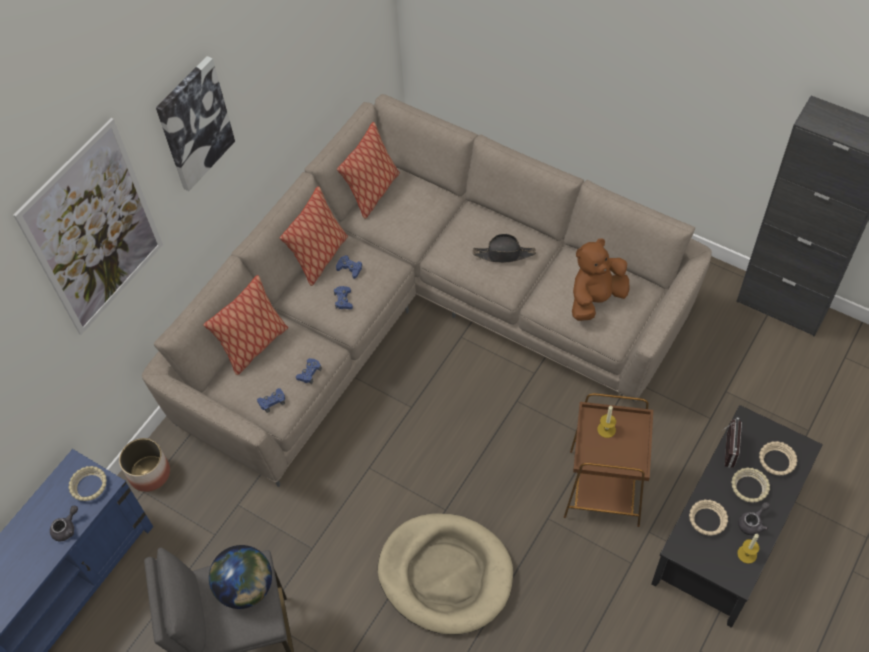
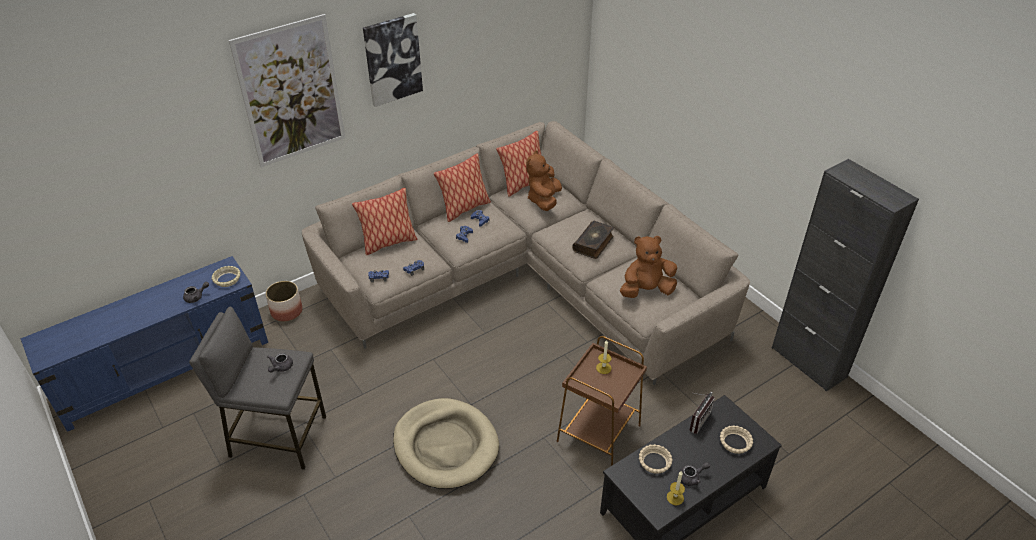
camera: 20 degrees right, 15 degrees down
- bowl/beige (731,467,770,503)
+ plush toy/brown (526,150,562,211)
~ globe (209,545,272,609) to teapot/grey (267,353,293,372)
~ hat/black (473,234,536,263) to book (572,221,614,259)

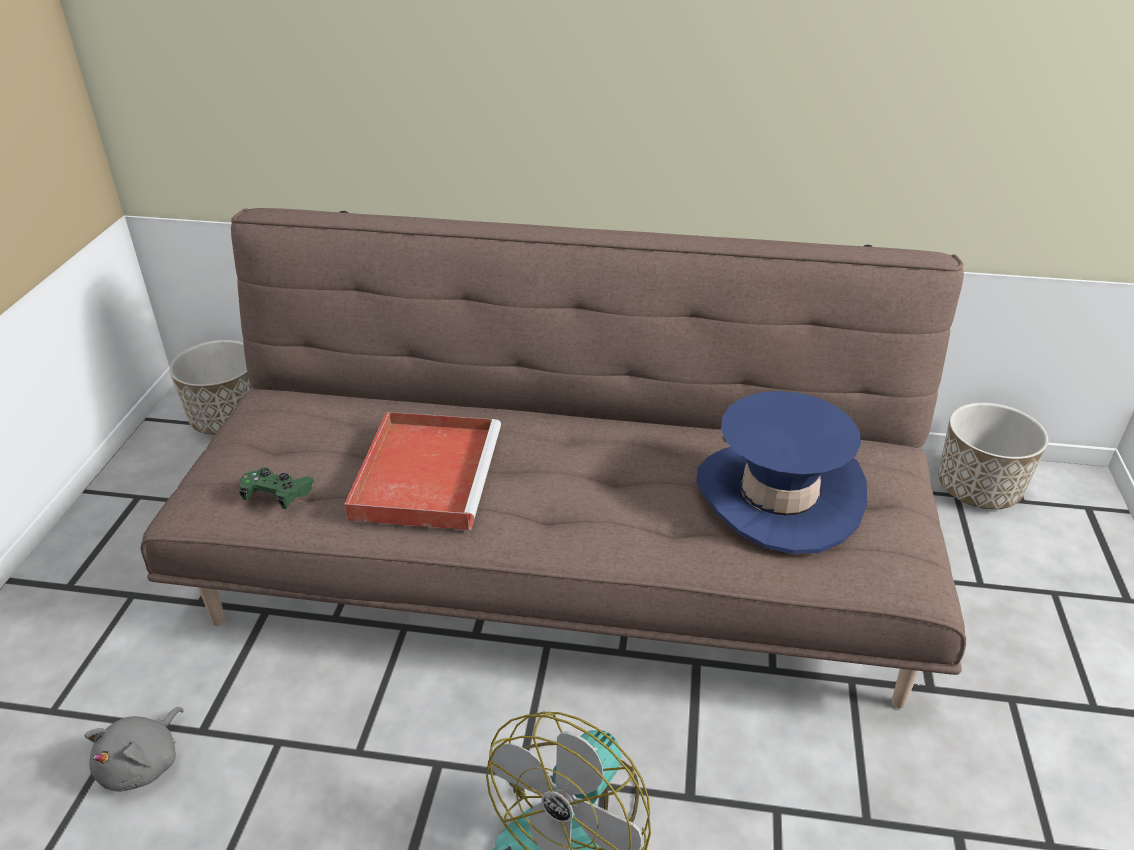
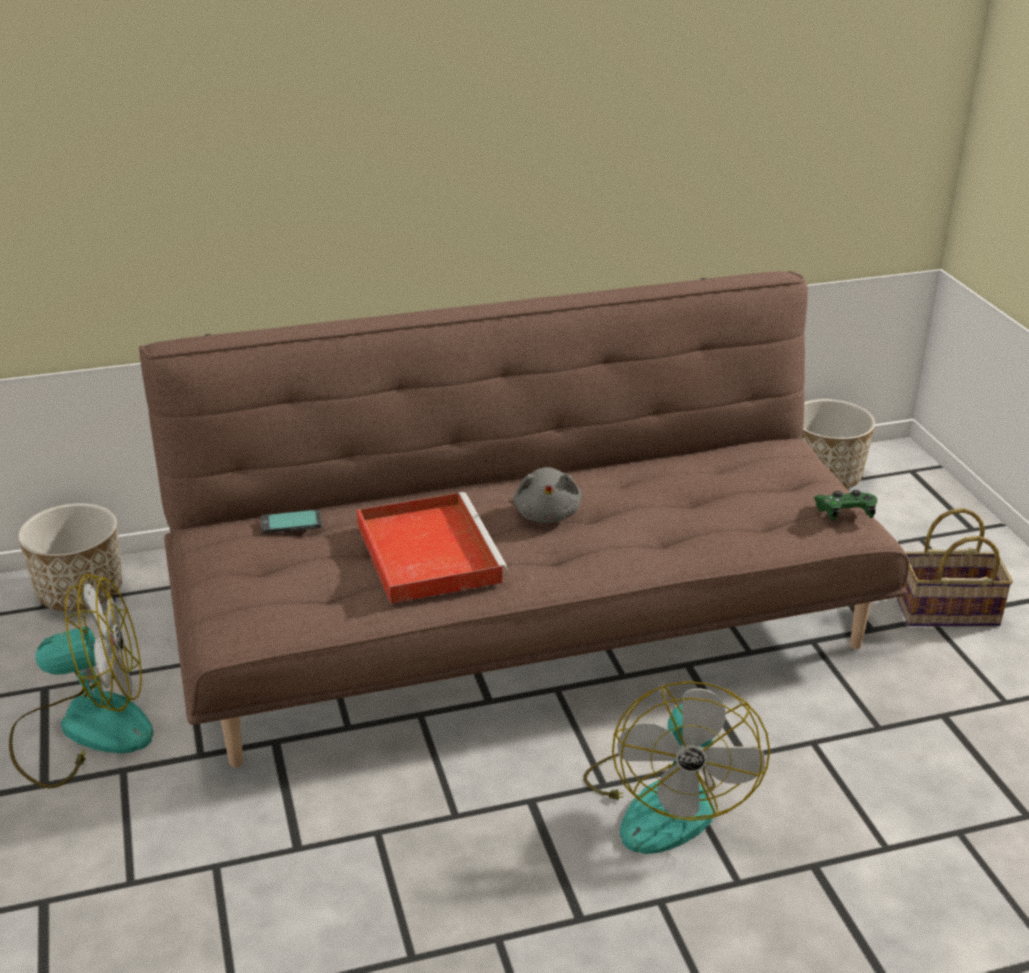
camera: 25 degrees left, 5 degrees down
- hat/blue (696,391,867,554)
+ fan (9,574,153,788)
+ phone (260,510,322,534)
+ basket (897,508,1013,626)
~ plush toy/grey (85,707,184,792) to (513,467,582,523)
~ game controller/green (239,467,314,509) to (814,490,877,521)

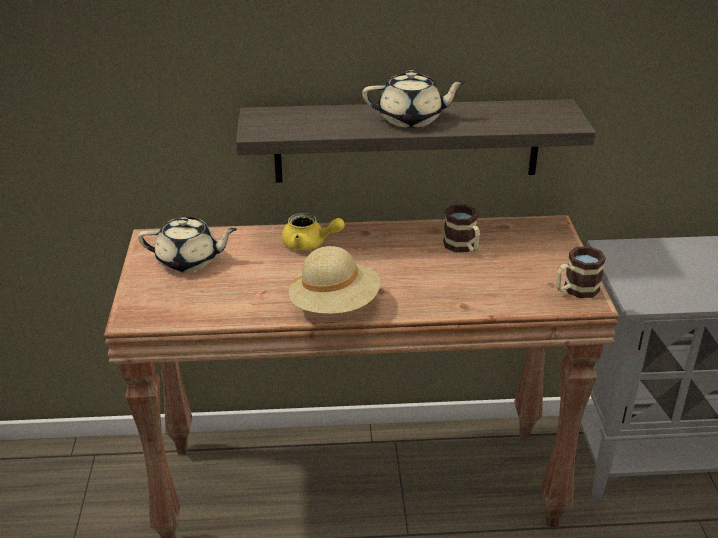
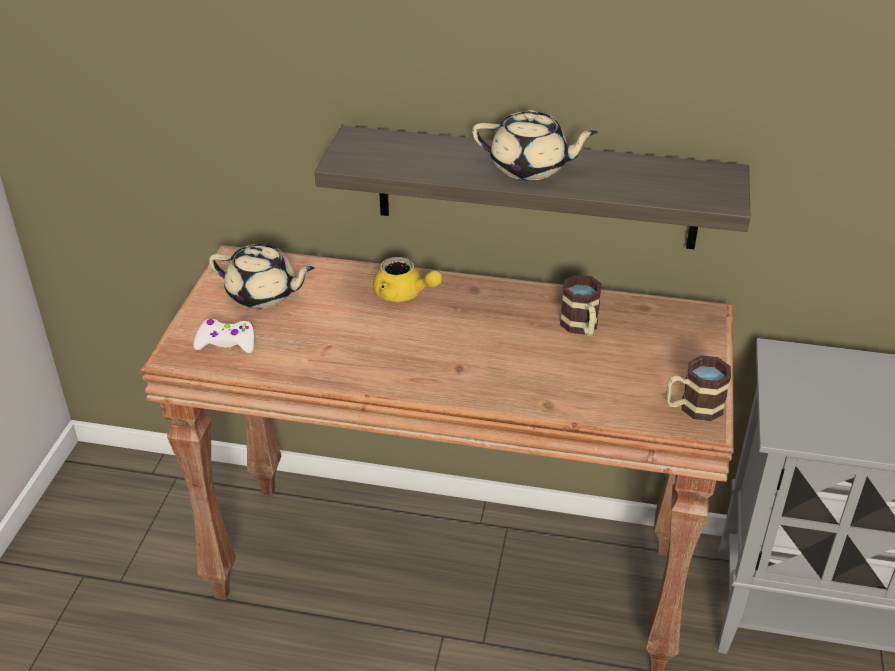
camera: 15 degrees right, 5 degrees up
- hat/beige (289,246,380,314)
+ game controller/white (194,319,255,353)

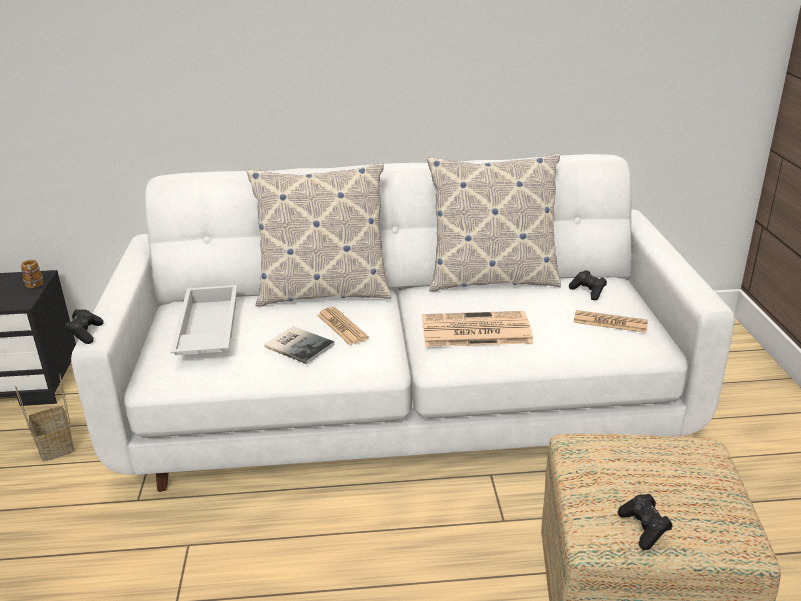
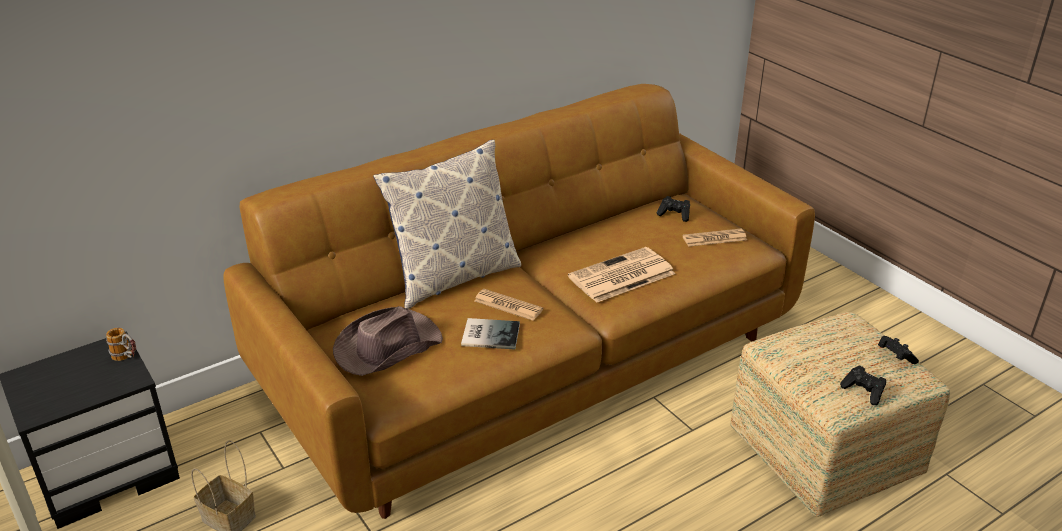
camera: 30 degrees left, 5 degrees up
- pillow (427,153,561,291)
~ game controller/black (64,309,104,344) to (878,336,919,364)
~ tray/white (170,285,237,355) to hat/brown (333,306,443,376)
~ sofa/white (71,154,735,492) to sofa/brown (223,84,815,519)

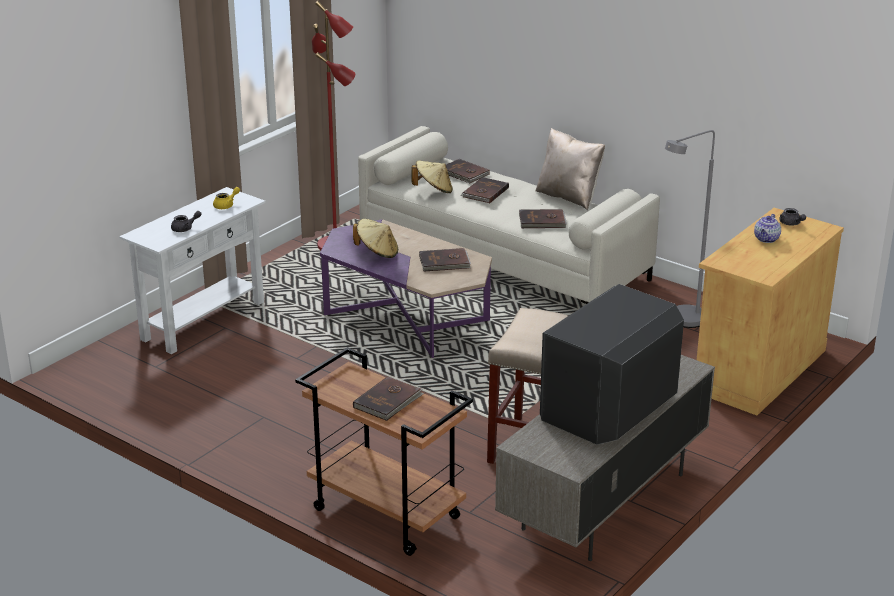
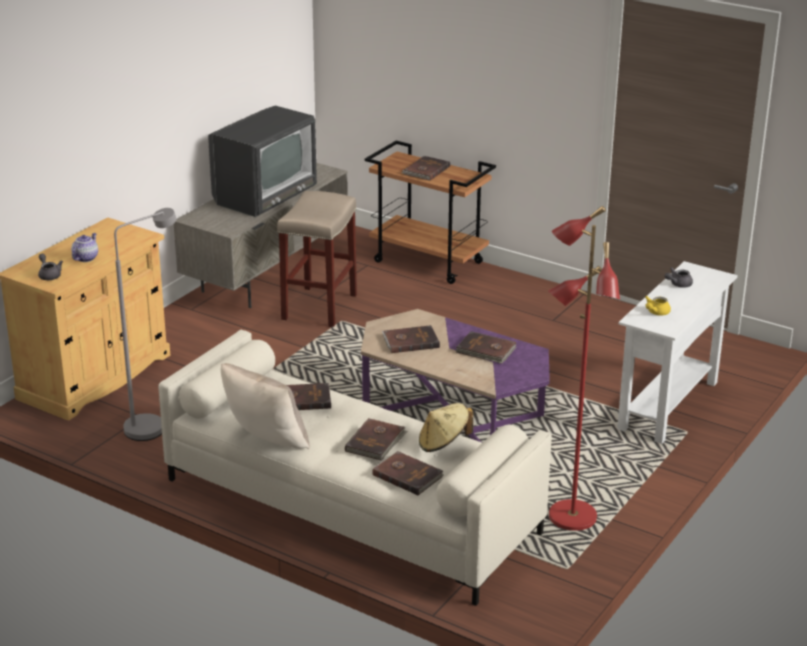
camera: 175 degrees right, 0 degrees up
~ hat/beige (353,219,398,258) to book/brown (455,331,516,364)

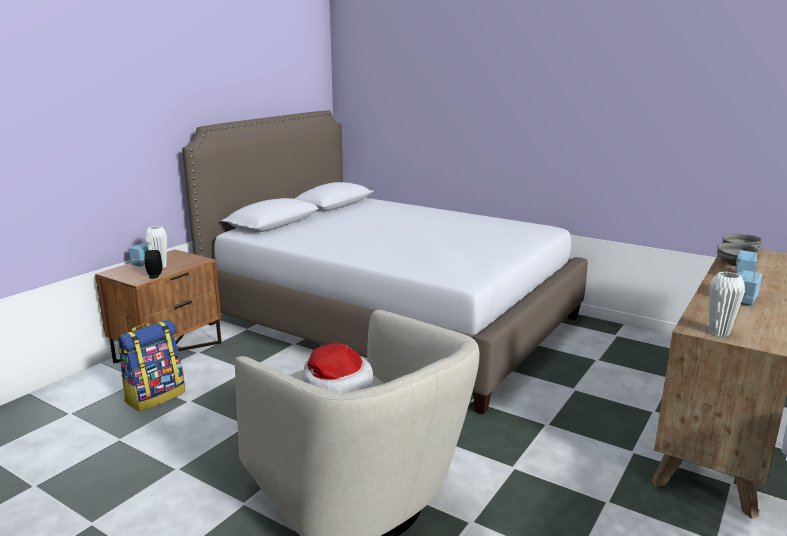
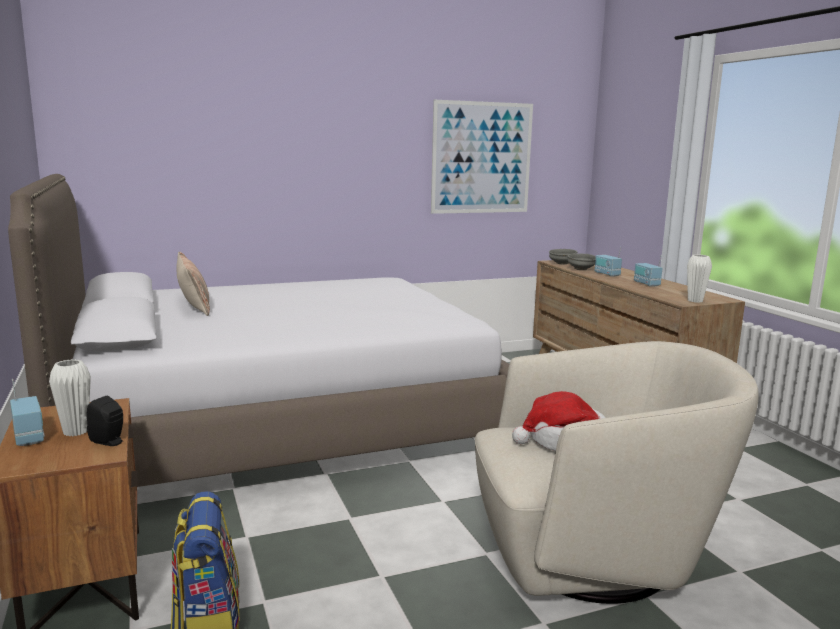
camera: 55 degrees left, 5 degrees down
+ pillow (176,252,210,316)
+ picture (431,100,533,214)

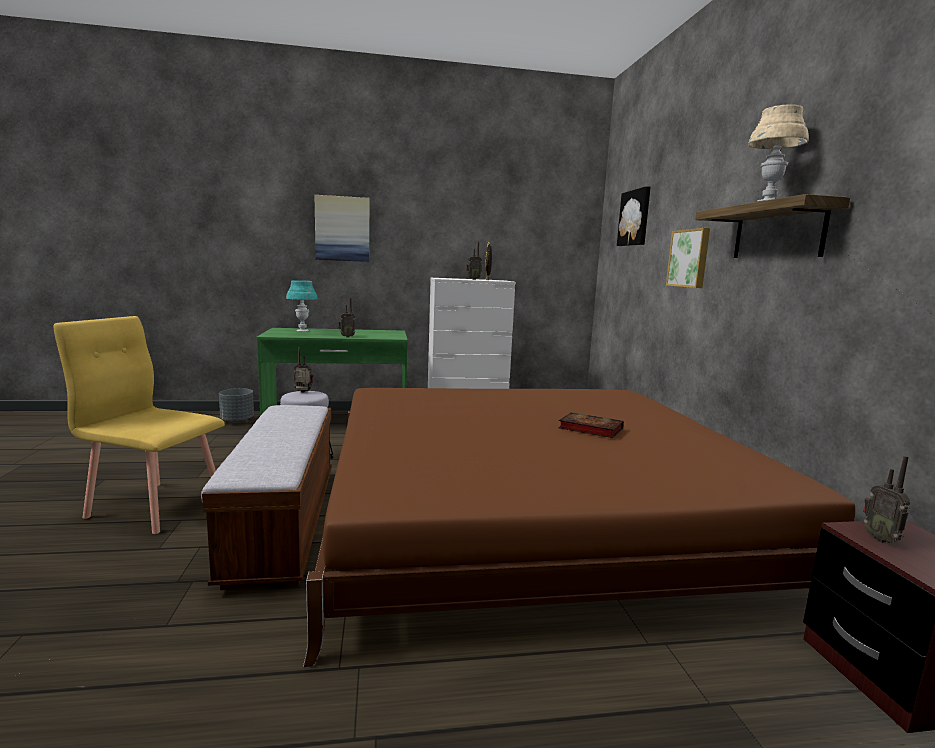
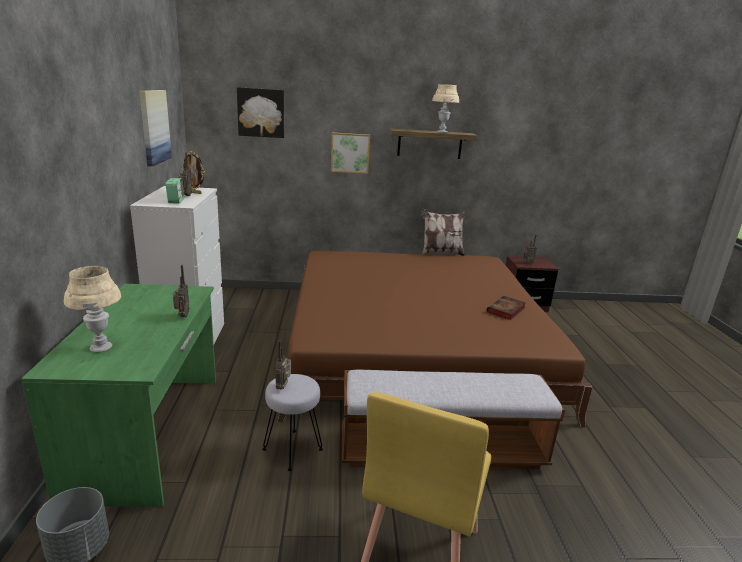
camera: 85 degrees left, 10 degrees up
+ alarm clock (166,178,184,204)
+ pillow (421,209,465,256)
~ picture (315,195,370,262) to (140,90,172,166)
~ book (558,412,624,438) to (487,296,526,320)
~ table lamp/turquoise (286,280,318,332) to table lamp/beige (64,266,121,352)

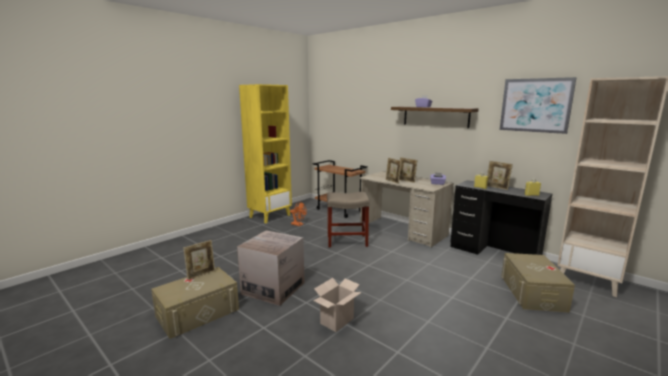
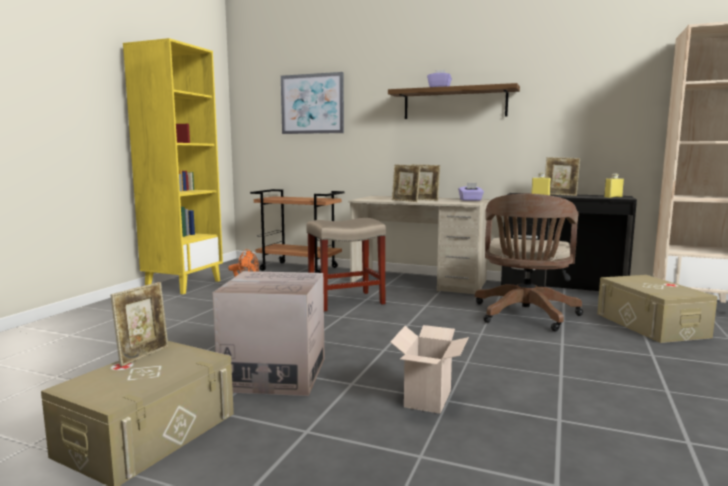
camera: 20 degrees left, 5 degrees down
+ office chair/brown (475,194,583,331)
~ picture (500,77,577,134) to (281,72,344,134)

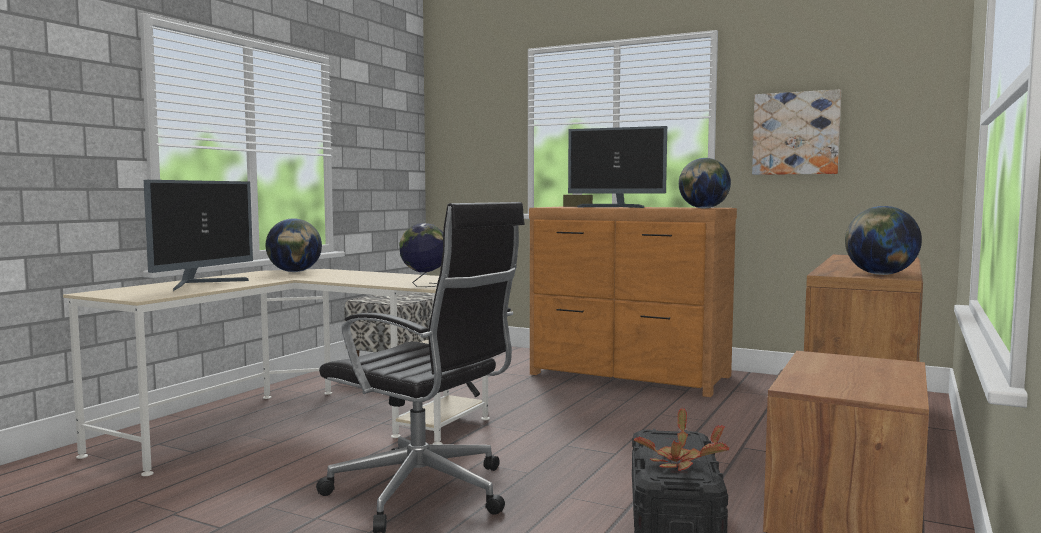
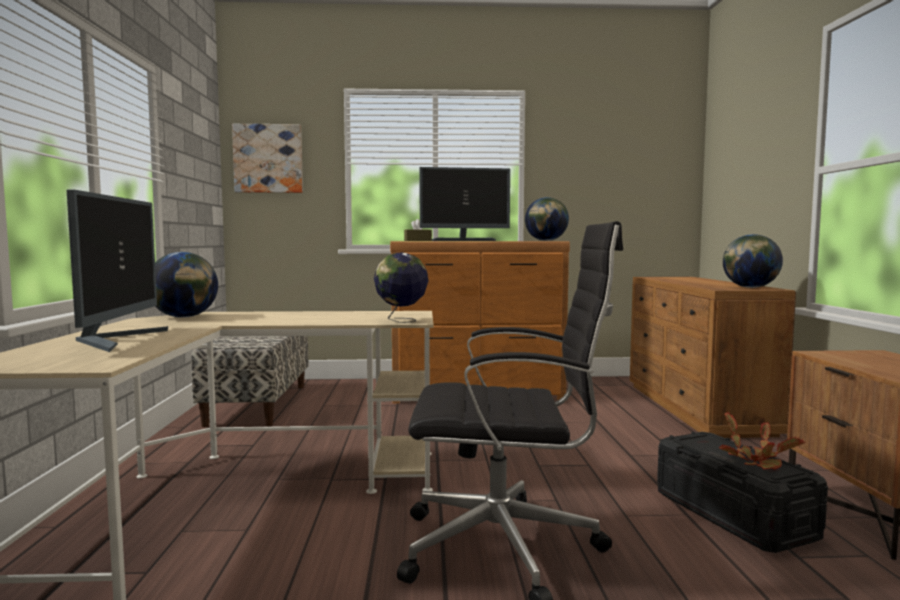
camera: 30 degrees left, 0 degrees up
~ picture (752,89,841,175) to (232,124,303,193)

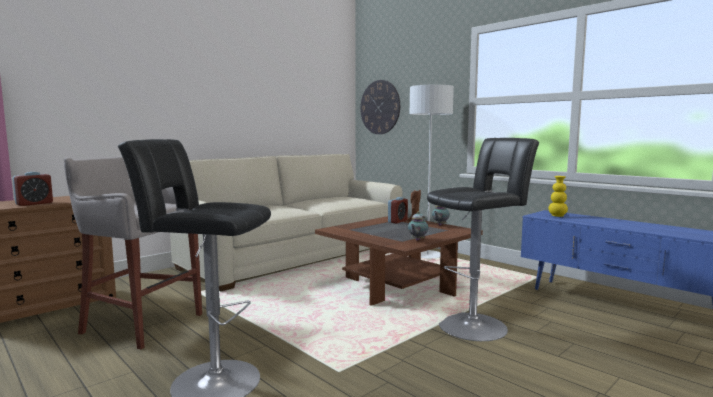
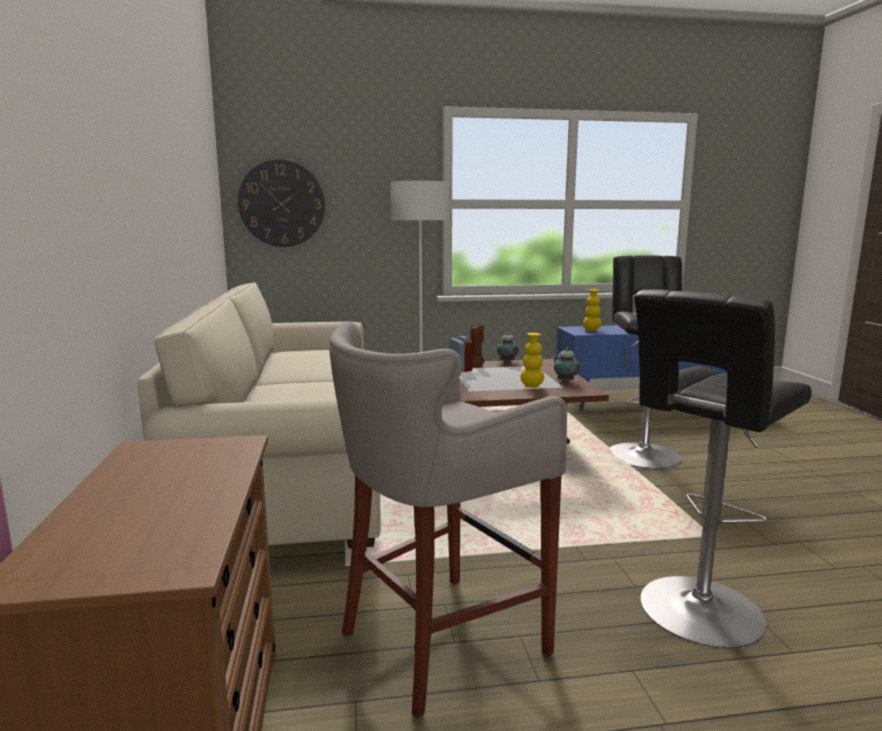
camera: 55 degrees left, 5 degrees up
- alarm clock (13,172,53,206)
+ vase/yellow (520,333,544,388)

